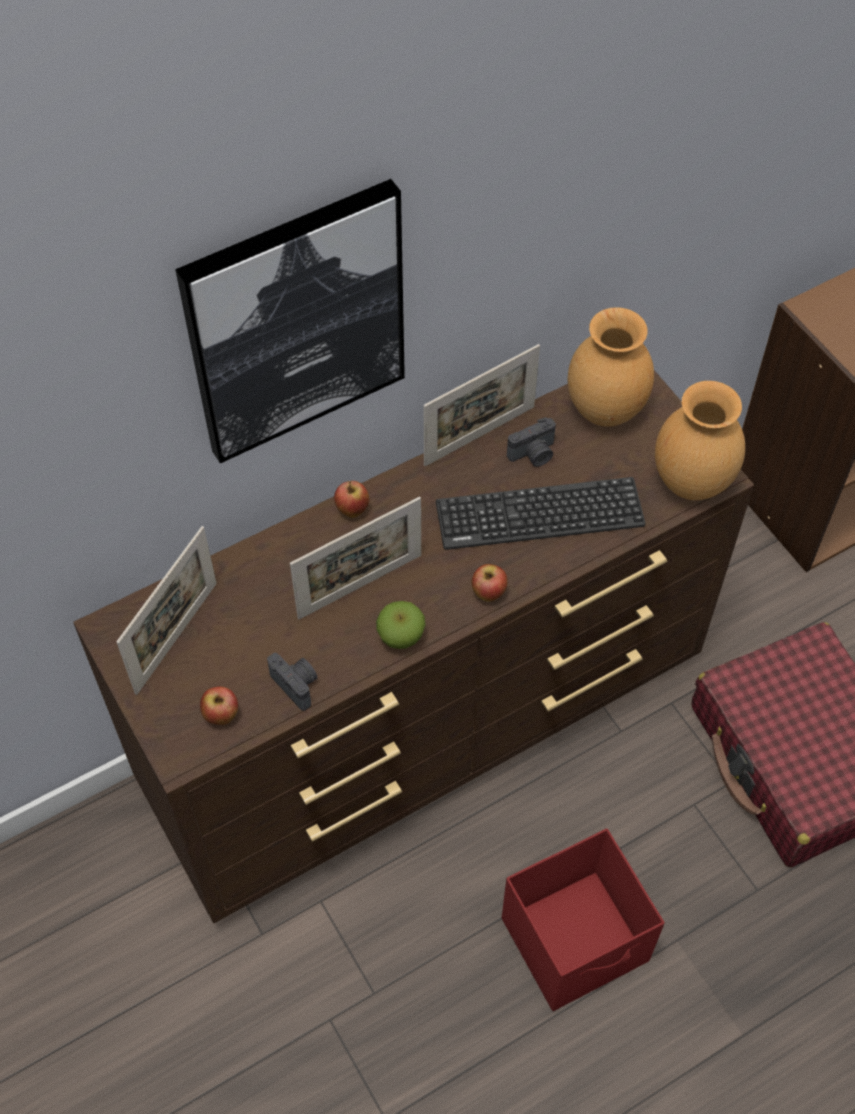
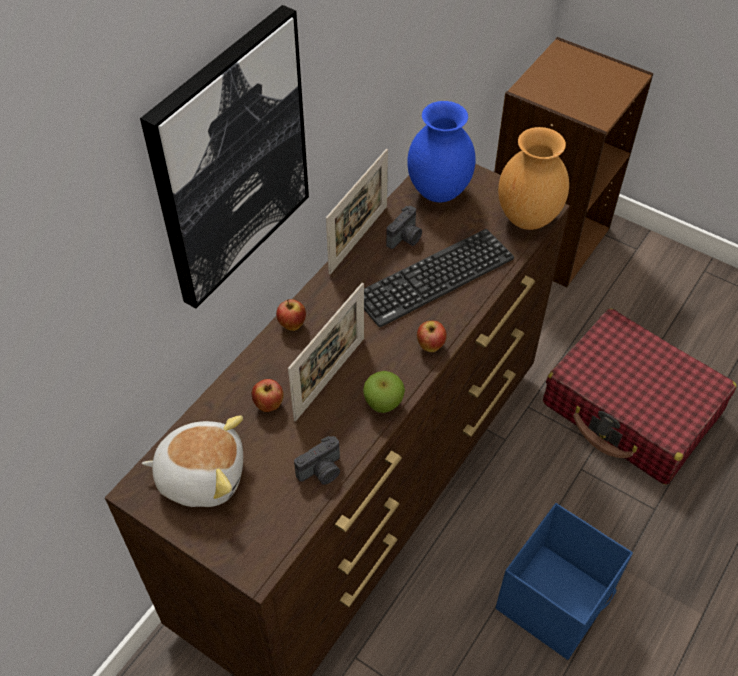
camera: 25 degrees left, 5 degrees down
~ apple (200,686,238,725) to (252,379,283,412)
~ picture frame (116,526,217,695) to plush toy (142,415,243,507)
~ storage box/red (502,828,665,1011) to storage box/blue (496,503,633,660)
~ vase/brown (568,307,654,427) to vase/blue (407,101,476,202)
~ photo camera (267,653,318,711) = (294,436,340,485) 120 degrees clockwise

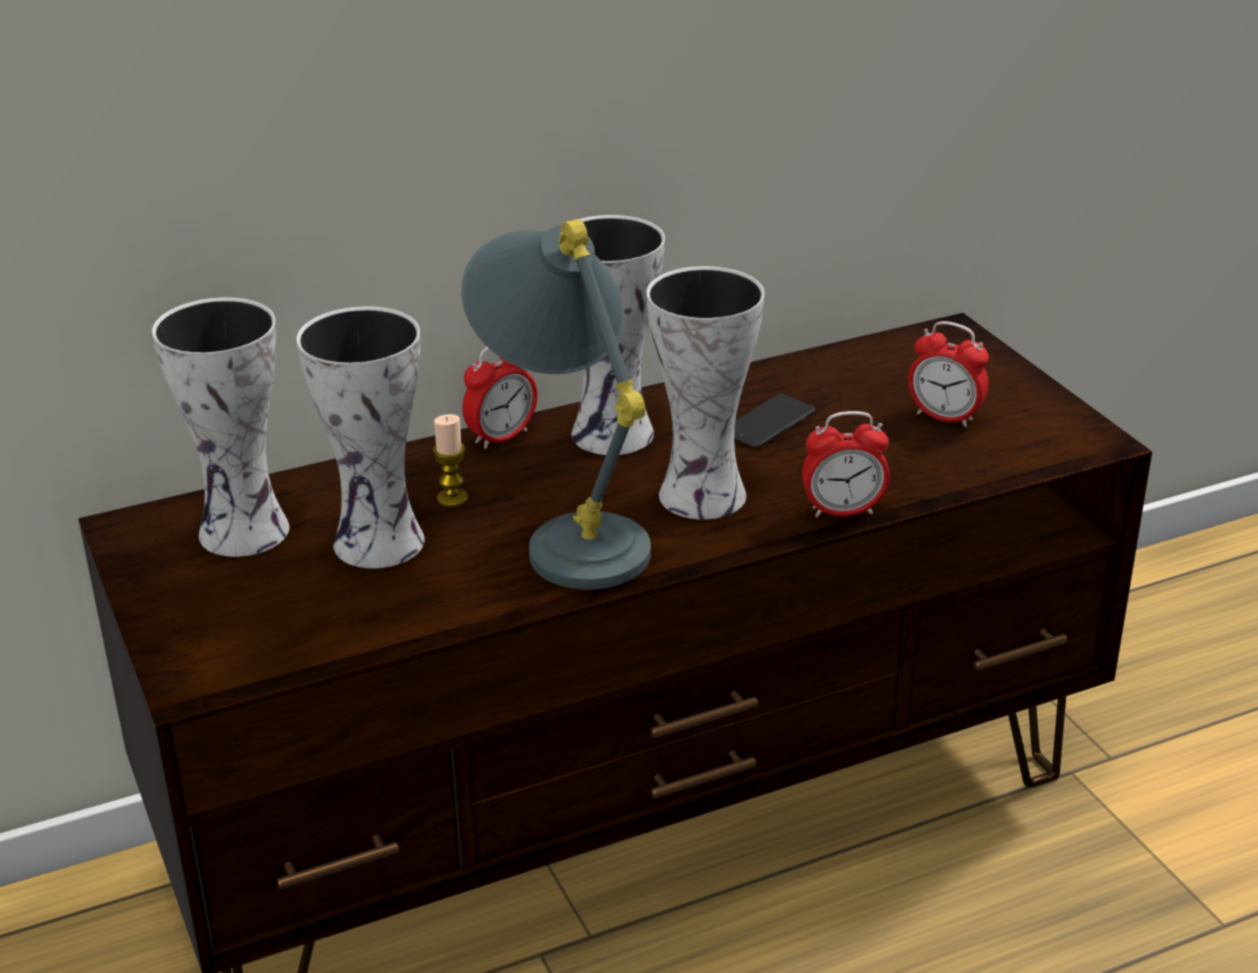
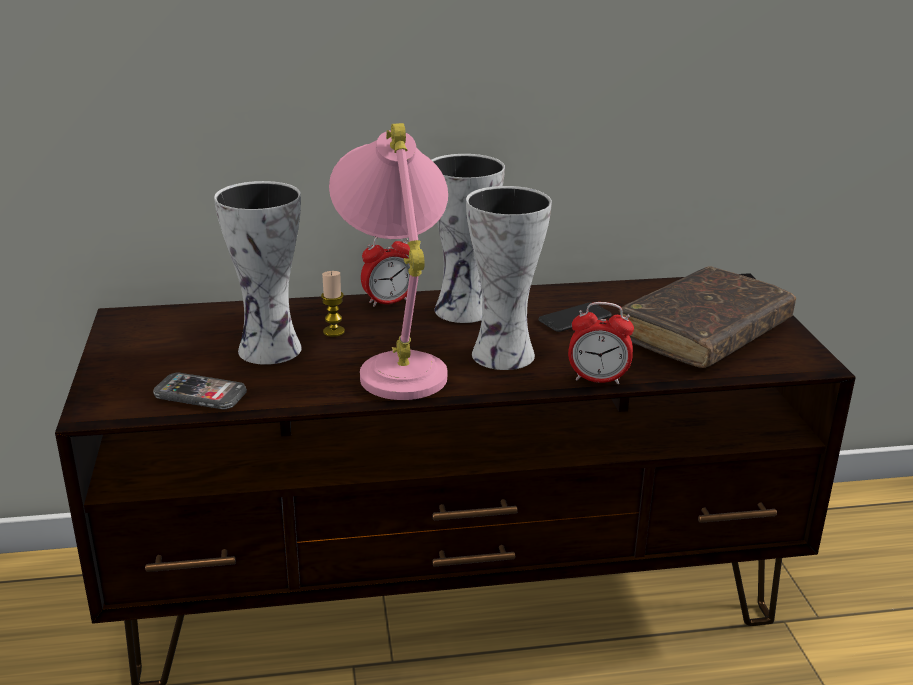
camera: 15 degrees right, 5 degrees down
- vase (152,297,289,557)
+ phone (153,372,247,410)
~ alarm clock (908,321,989,427) to book/brown (619,266,796,368)
~ table lamp/grey (461,219,651,590) to table lamp/pink (329,123,448,400)

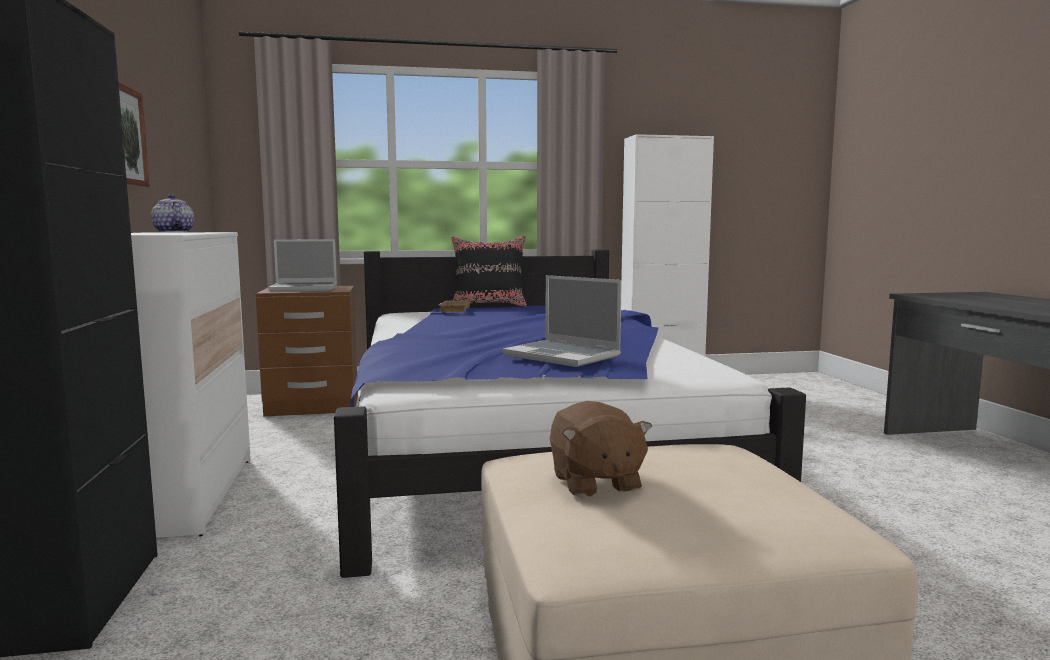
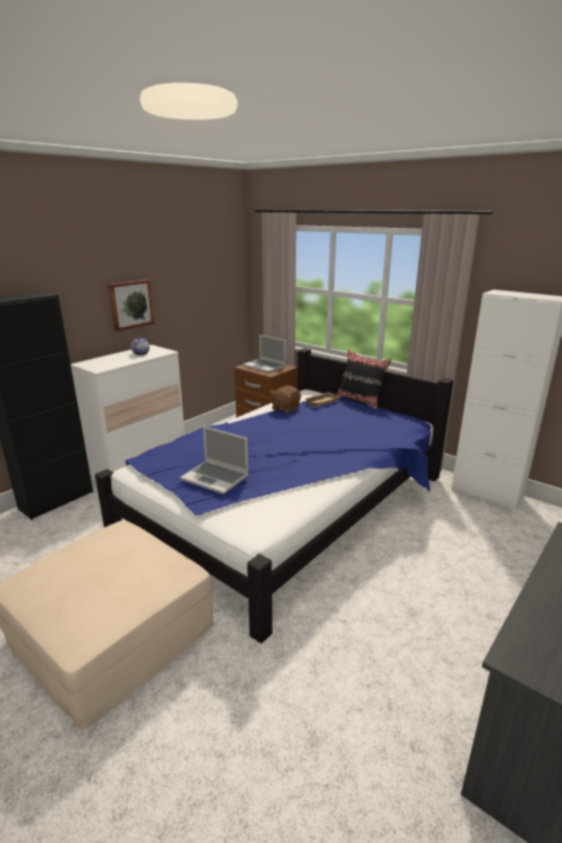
camera: 50 degrees right, 15 degrees up
~ plush toy/brown (550,401,652,497) to (270,386,301,414)
~ laptop (502,275,622,367) = (180,426,249,494) 60 degrees counterclockwise

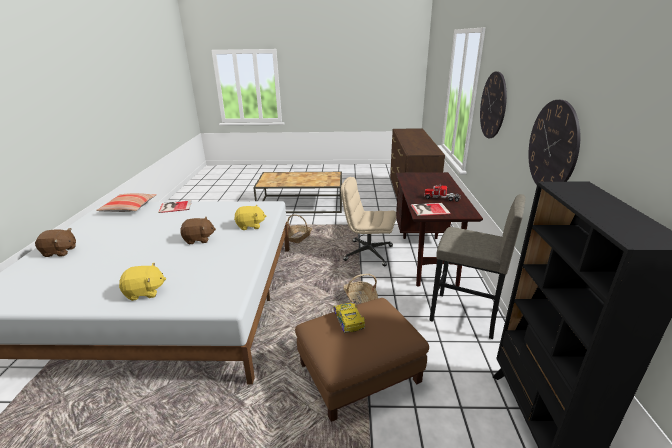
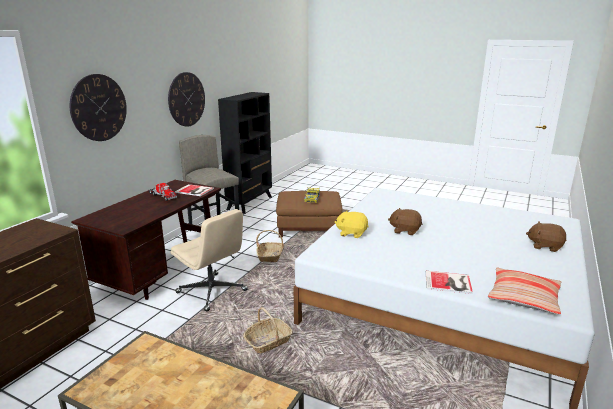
camera: 155 degrees left, 5 degrees down
- plush toy/yellow (119,263,166,301)

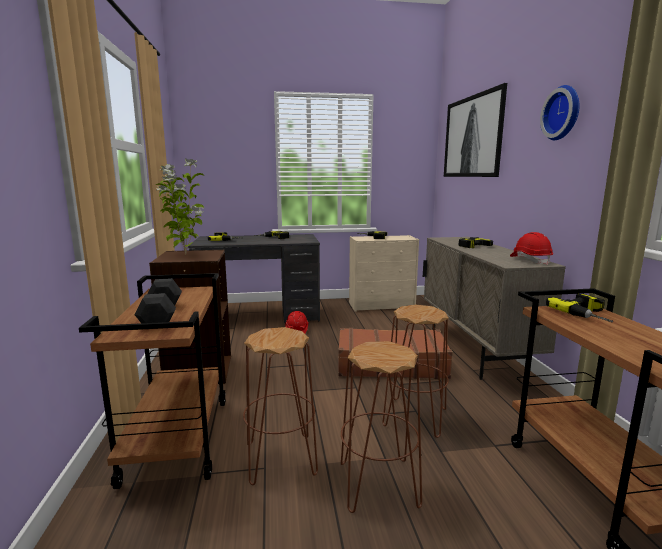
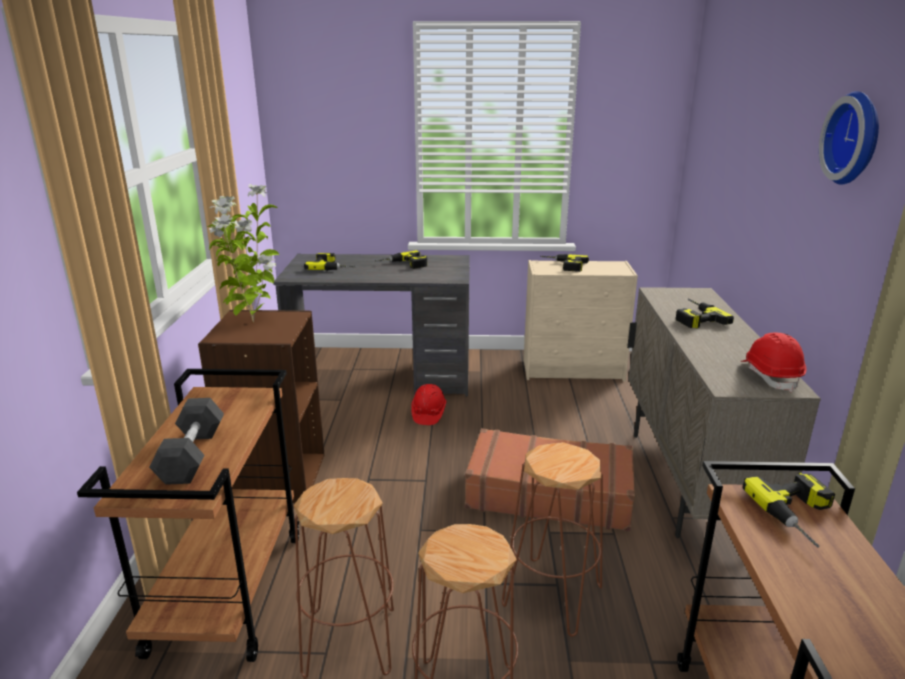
camera: 10 degrees right, 10 degrees up
- picture (444,83,507,177)

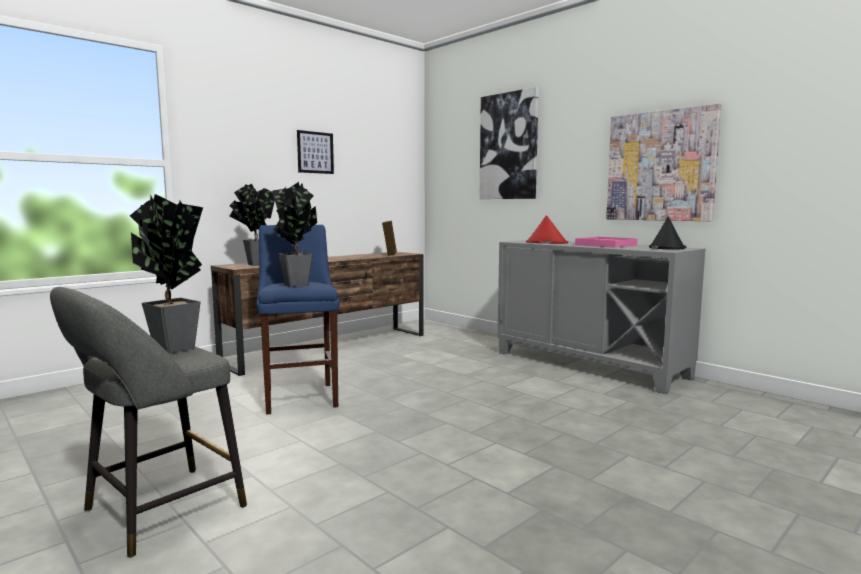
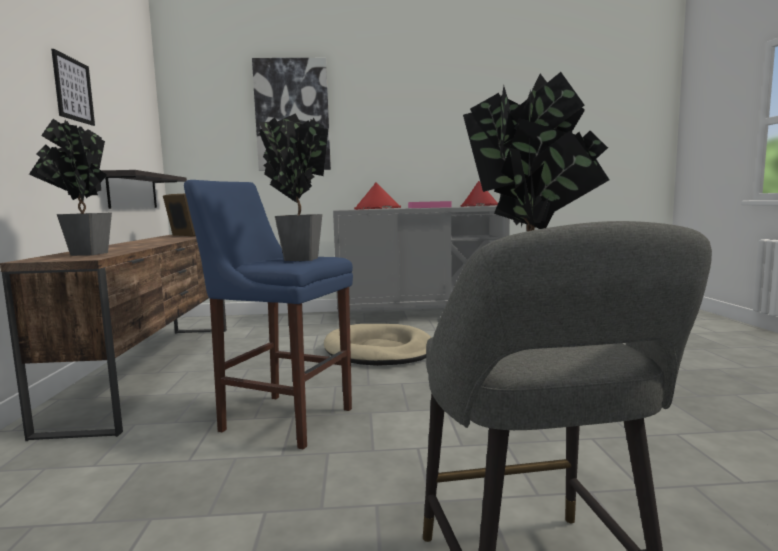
camera: 50 degrees left, 0 degrees up
- picture (606,103,722,221)
+ shelf (101,170,187,209)
+ dog bed/beige (324,324,432,366)
~ hat/black (649,217,686,250) to hat/red (461,181,498,207)

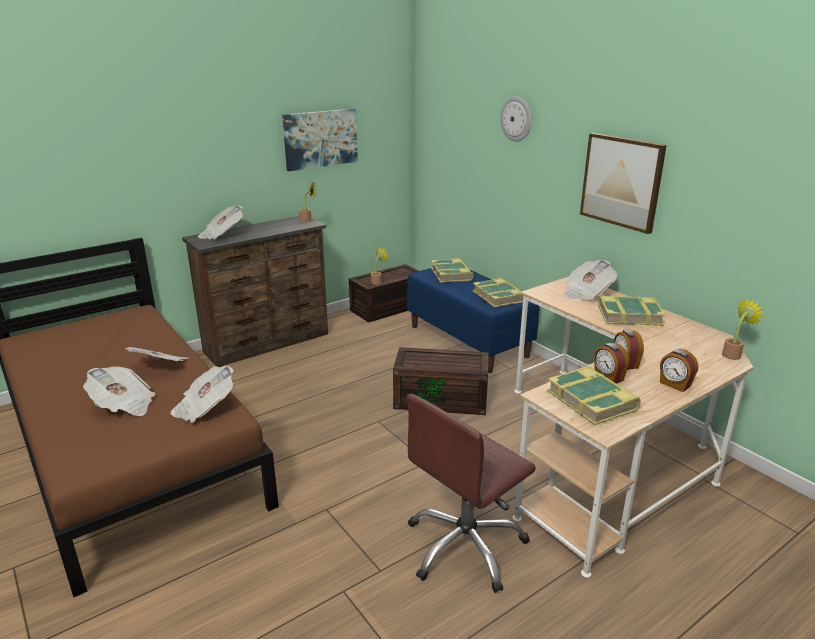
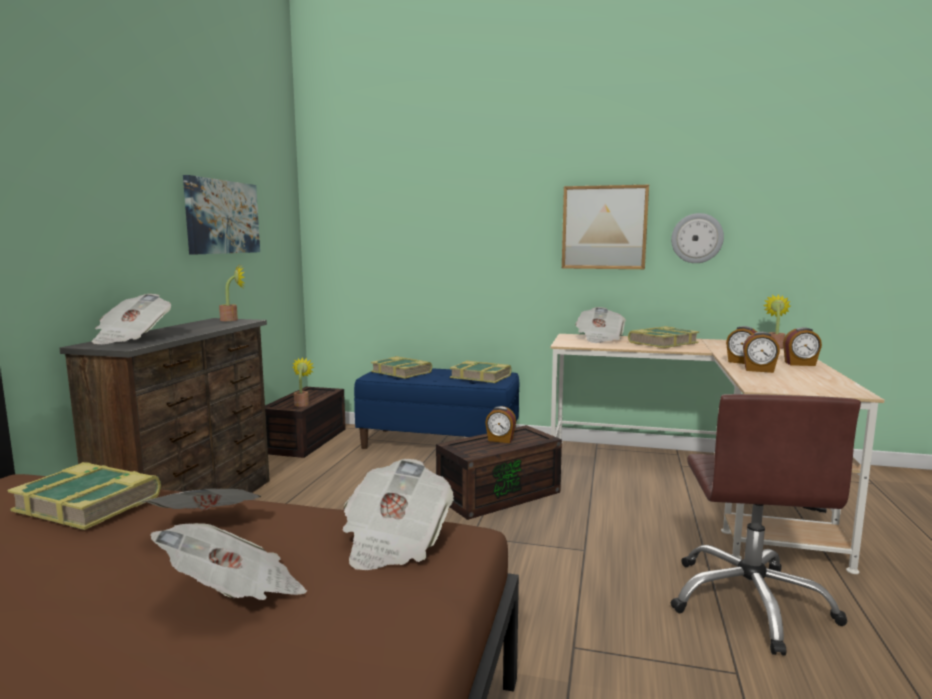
camera: 40 degrees left, 15 degrees down
+ alarm clock (485,406,516,443)
~ wall clock (500,96,532,142) to (671,213,724,263)
~ book (547,366,641,425) to (8,462,161,530)

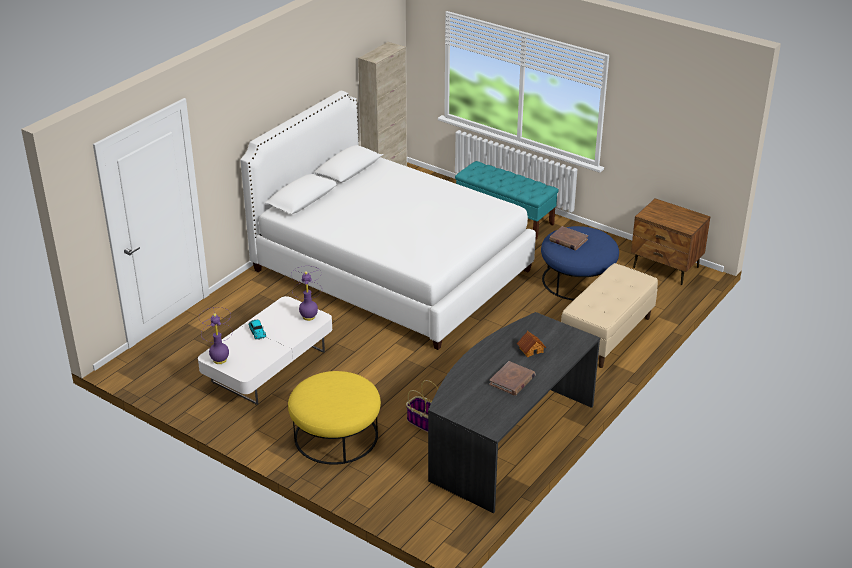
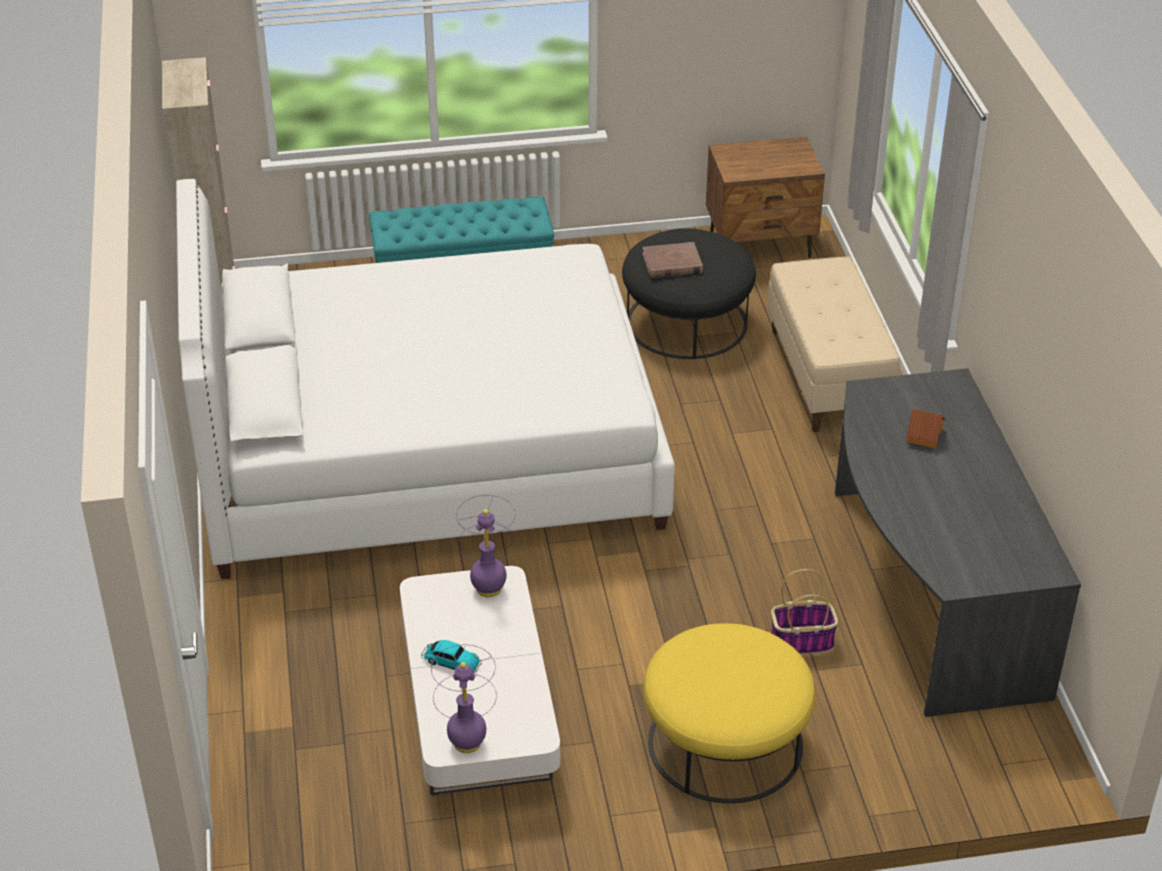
camera: 45 degrees left, 5 degrees up
- book/brown (489,361,536,395)
~ ottoman/blue (541,226,619,301) to ottoman/black (622,228,756,359)

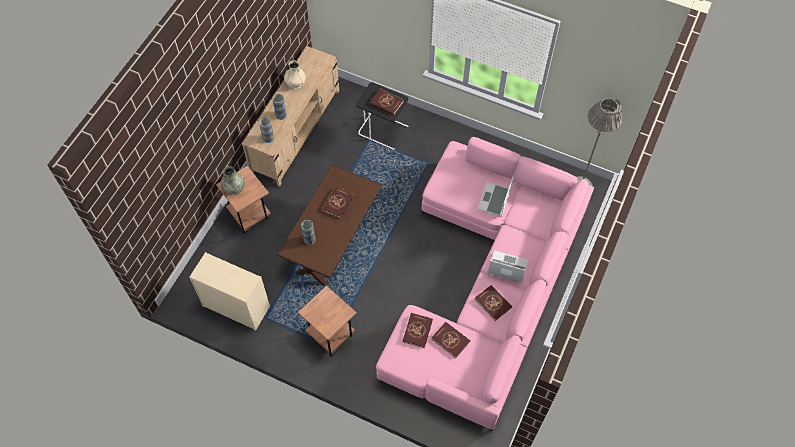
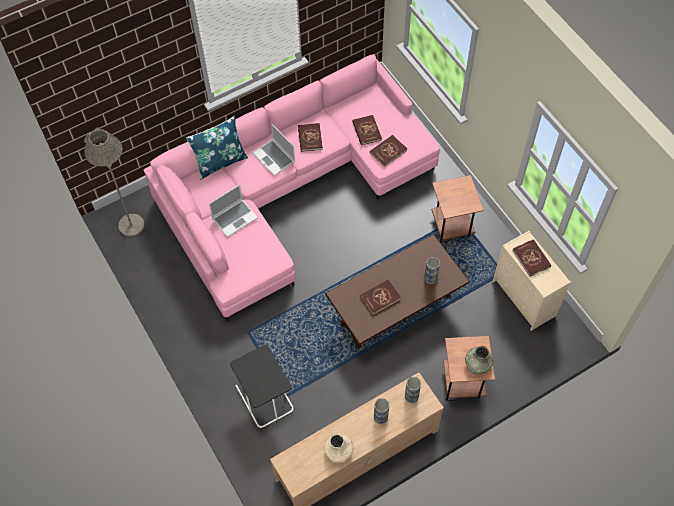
camera: 145 degrees left, 0 degrees up
+ pillow/blue (186,116,248,180)
~ book/red (370,89,404,116) to (512,239,551,277)

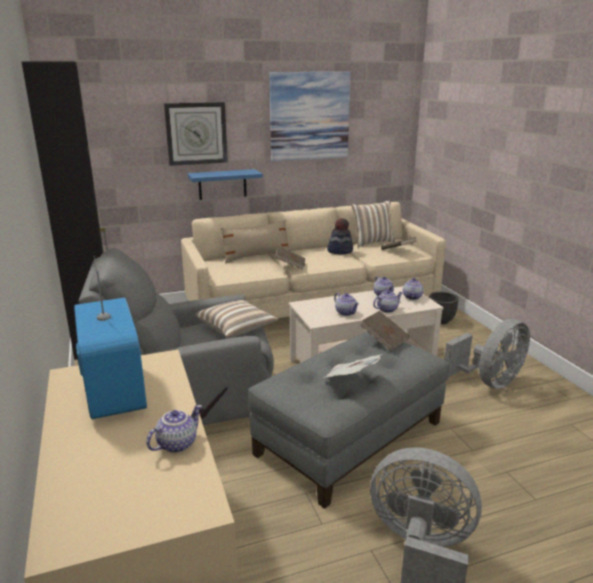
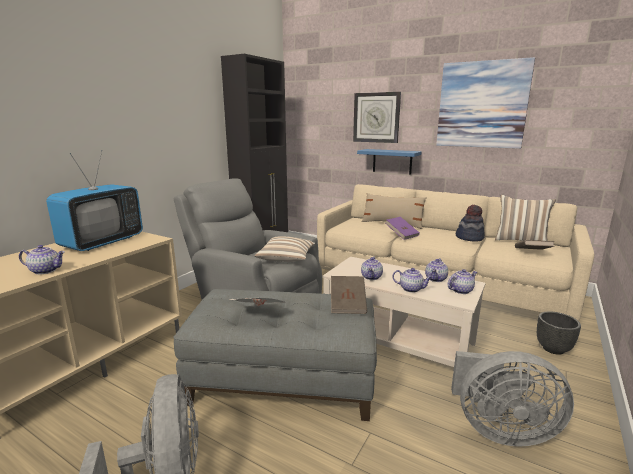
camera: 50 degrees right, 5 degrees down
~ book/brown (275,247,305,270) to book/purple (385,217,420,240)

